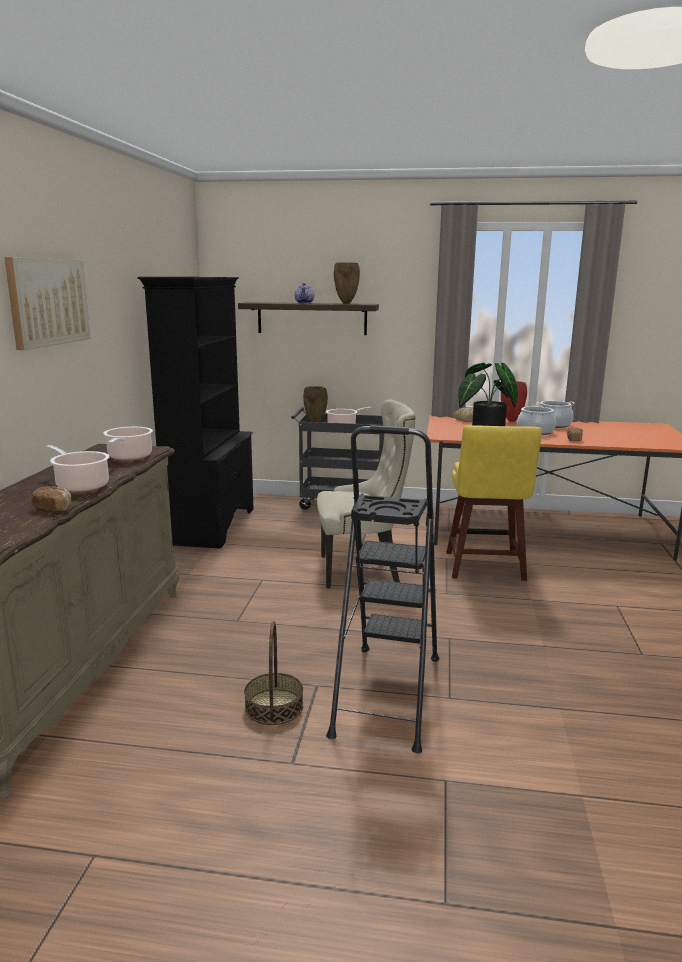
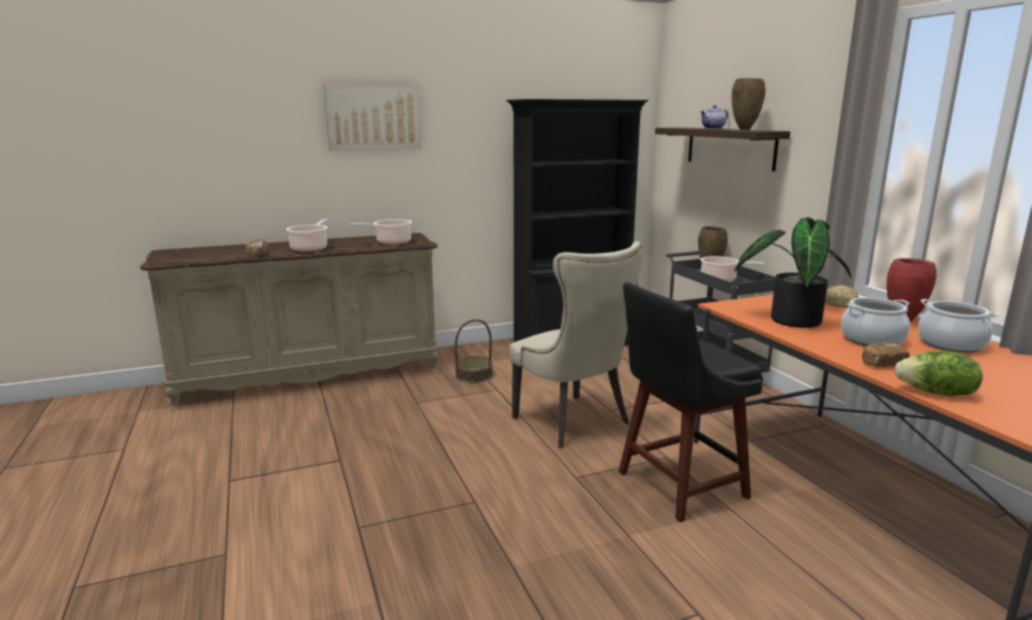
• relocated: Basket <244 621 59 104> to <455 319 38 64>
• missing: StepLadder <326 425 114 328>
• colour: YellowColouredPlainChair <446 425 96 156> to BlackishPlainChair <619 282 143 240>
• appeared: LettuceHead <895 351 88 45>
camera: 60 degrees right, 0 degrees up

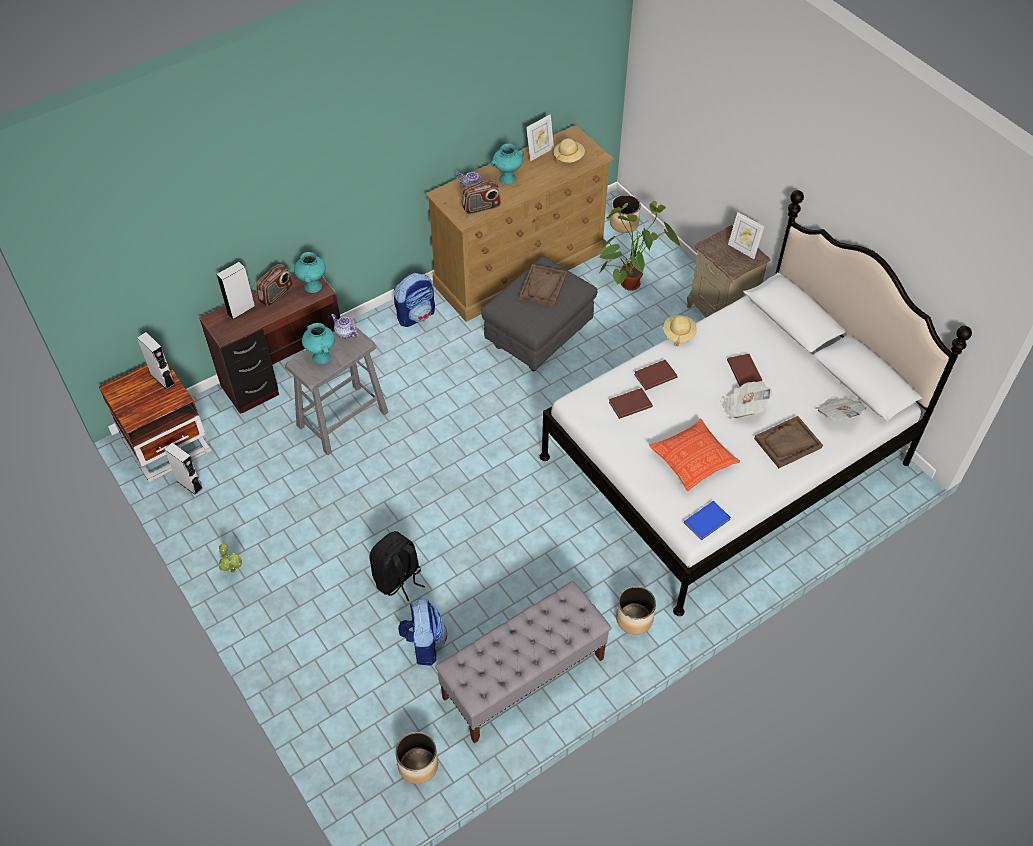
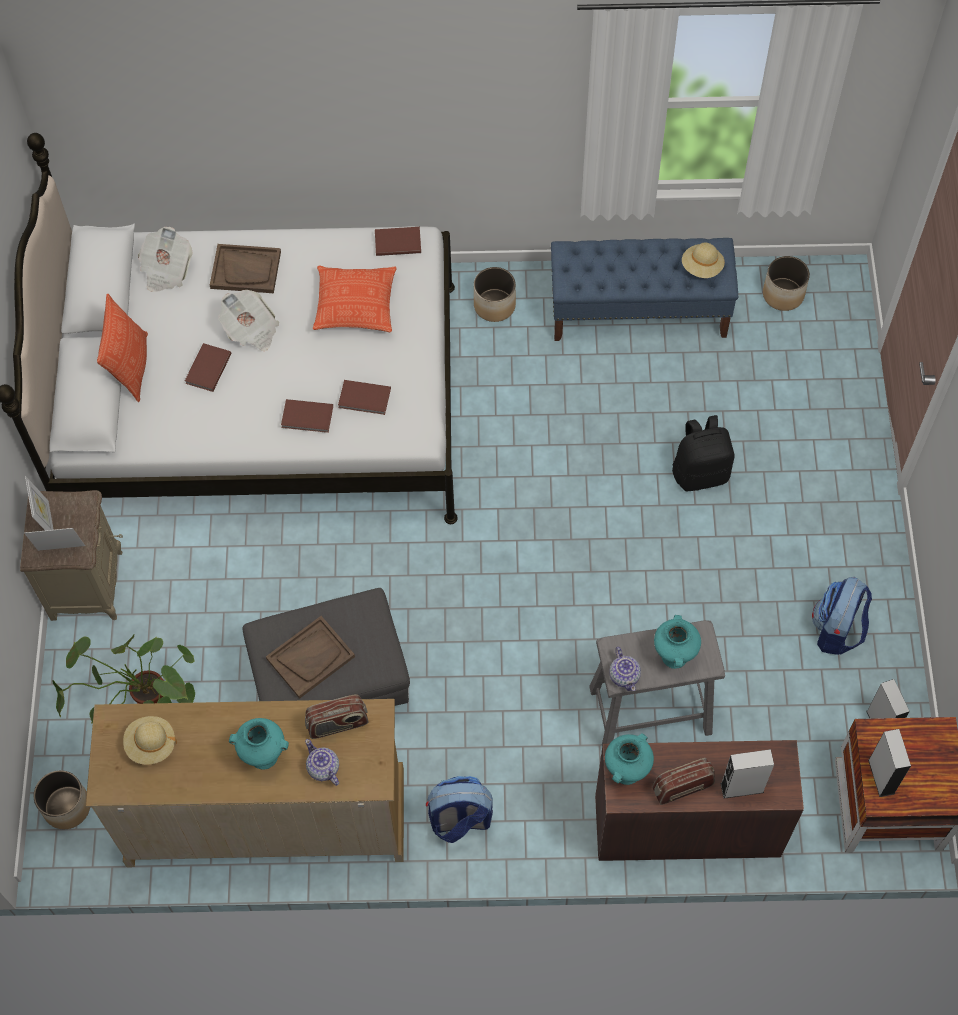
• missing: Houseplant <219 543 23 30>
• relocated: Knapsack <398 598 49 68> to <812 577 60 78>
• colour: GrayBench <435 581 176 162> to BluishBench <551 238 187 103>
• spun: Radio <462 180 39 34> = <305 694 63 45> 150 degrees clockwise
• relocated: StandingFrame <526 114 28 47> to <24 528 61 23>
• relocated: BeigeColouredClothingHat <663 315 34 32> to <682 243 43 35>
• colour: BluishBook <684 501 47 39> to BrownColouredBook <375 227 46 29>
• appeared: OrangeyCushion <97 294 51 108>
camera: 145 degrees left, 10 degrees up

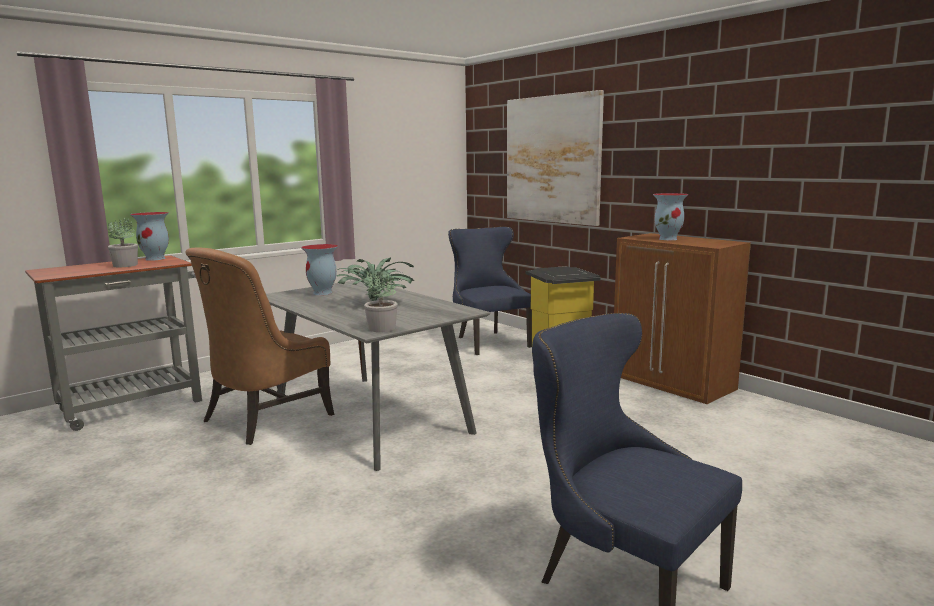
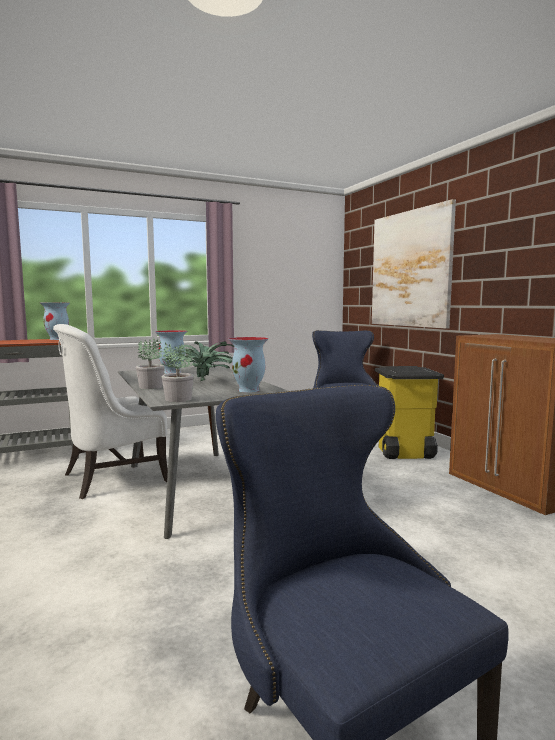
• relocated: Houseplant <108 218 30 49> to <136 338 29 51>
• colour: BrownColouredPlainChair <185 247 149 198> to WhitePlainChair <53 324 115 175>
• relocated: FlowerVase <653 193 36 47> to <229 337 40 56>
camera: 15 degrees right, 5 degrees down

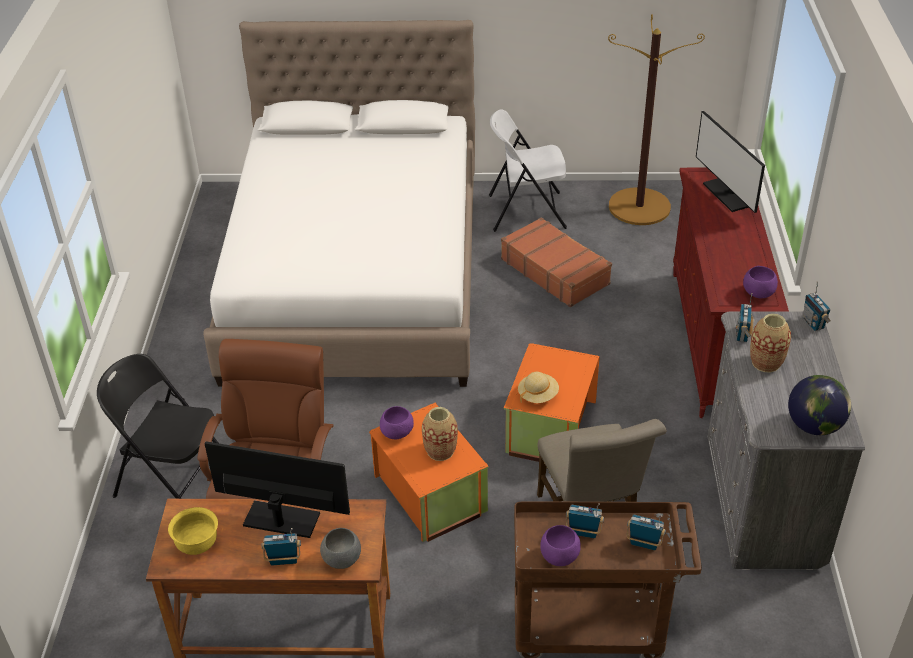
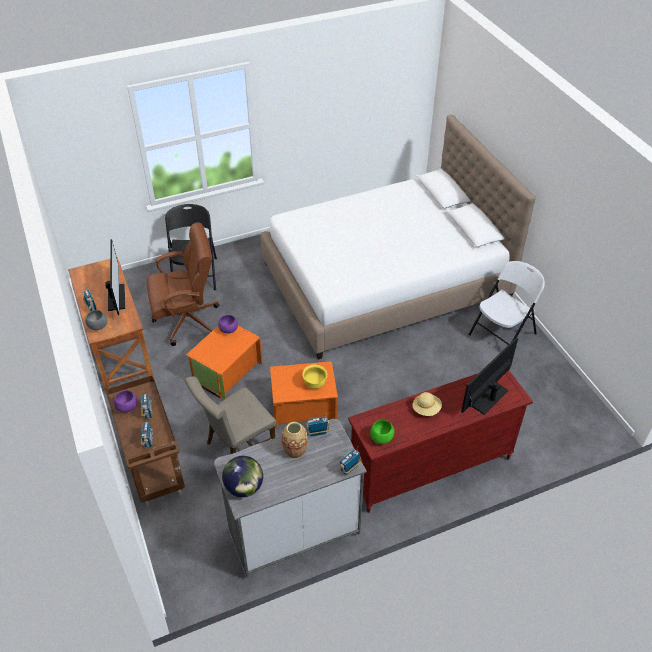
• relocated: YellowColouredServingBowl <168 507 50 48> to <302 365 26 24>
• missing: FlowerVase <422 407 36 54>
• spun: WhitePlainChair <489 109 78 123> = <468 261 77 84> 75 degrees clockwise
• missing: BrownColouredSuitcase <501 217 111 90>
• relocated: BeigeColouredClothingHat <518 372 41 31> to <412 392 30 24>
• missing: BrownColouredClothesRack <608 14 97 211>
• colour: PurpleServingBowl <743 266 35 32> to GreenishServingBowl <370 420 25 24>
camera: 65 degrees right, 5 degrees up

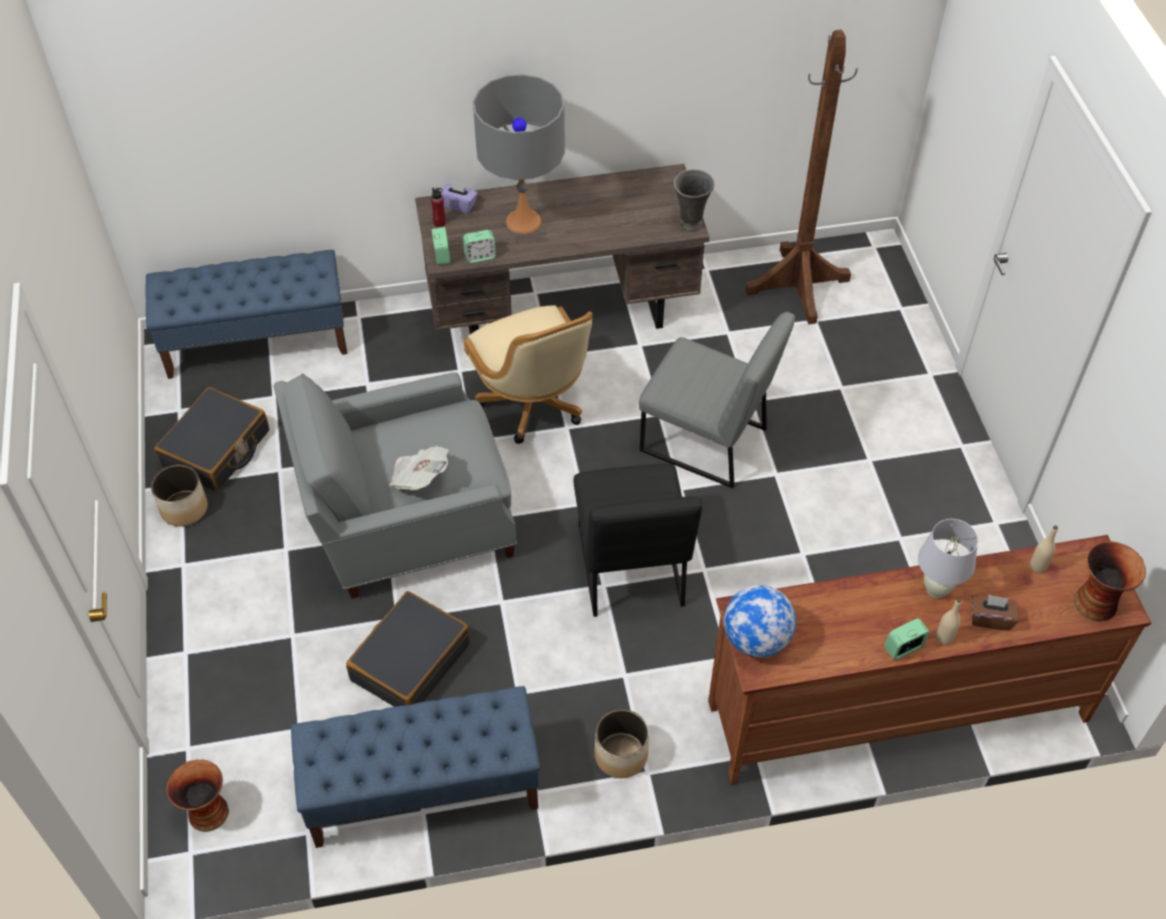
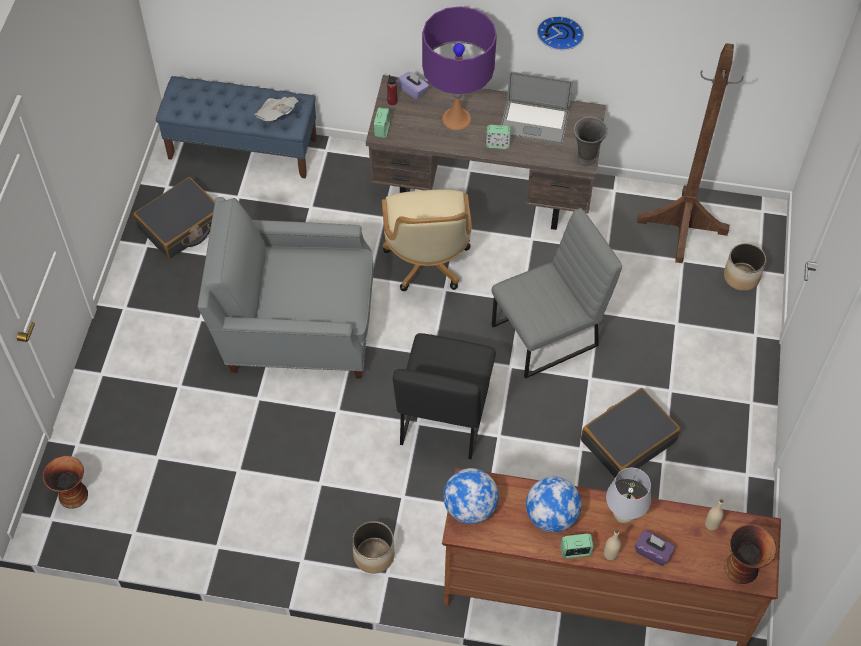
• relocated: PlantPot <151 465 57 62> to <724 243 42 48>
• missing: BluishBench <291 686 249 162>
• relocated: BlackishSuitcase <346 591 124 116> to <581 388 100 93>
• relocated: Newspaper <389 446 60 44> to <254 97 45 24>
• relocated: BedsideClock <463 230 33 33> to <486 125 25 24>
• colour: GrayTabletopLamp <473 74 92 160> to PurpleTabletopLamp <422 6 75 124>
• spun: GrayPlainChair <639 312 156 176> = <492 208 130 171> 75 degrees counterclockwise
• colour: BrownColouredBoxOfTissues <972 595 47 36> to PurpleBoxOfTissues <635 530 40 36>
• appeared: Laptop <501 71 72 73>
• appeared: Globe <526 476 55 56>
• appeared: HangingClock <537 16 47 34>
camera: 20 degrees right, 5 degrees up

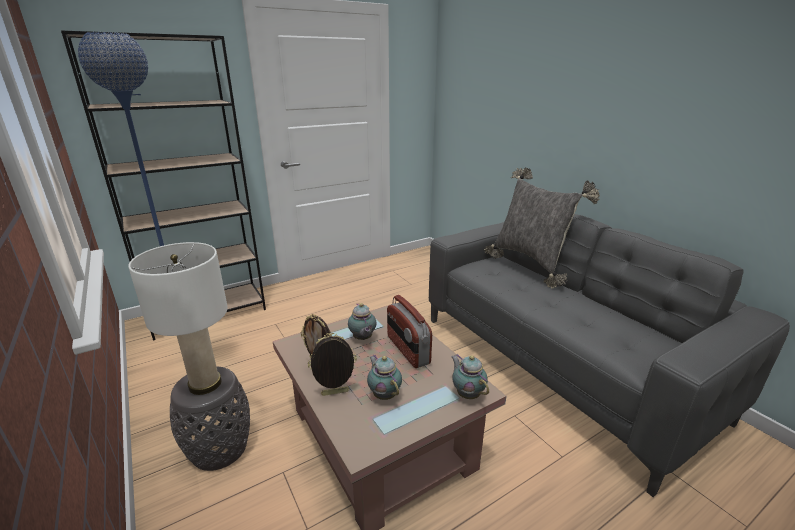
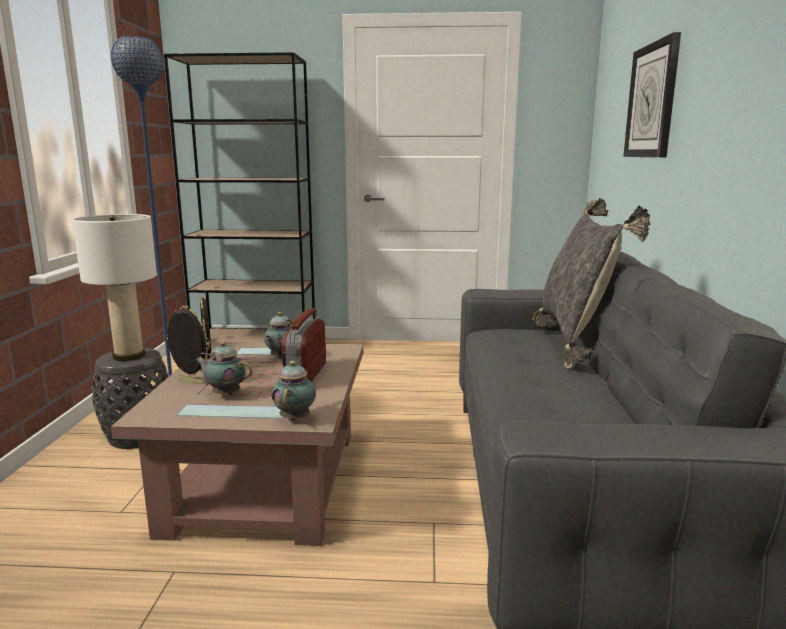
• spun: PotForTea <367 355 35 45> = <195 342 57 54> 75 degrees counterclockwise
• appeared: HangingClock <623 32 58 126>
camera: 35 degrees right, 10 degrees down

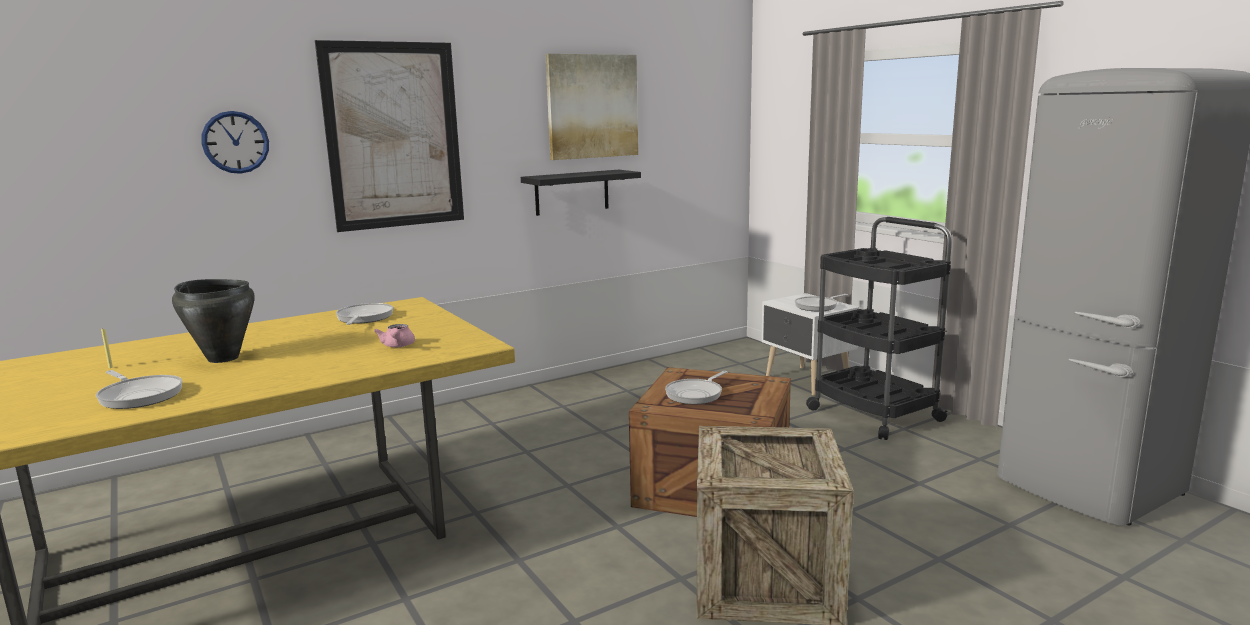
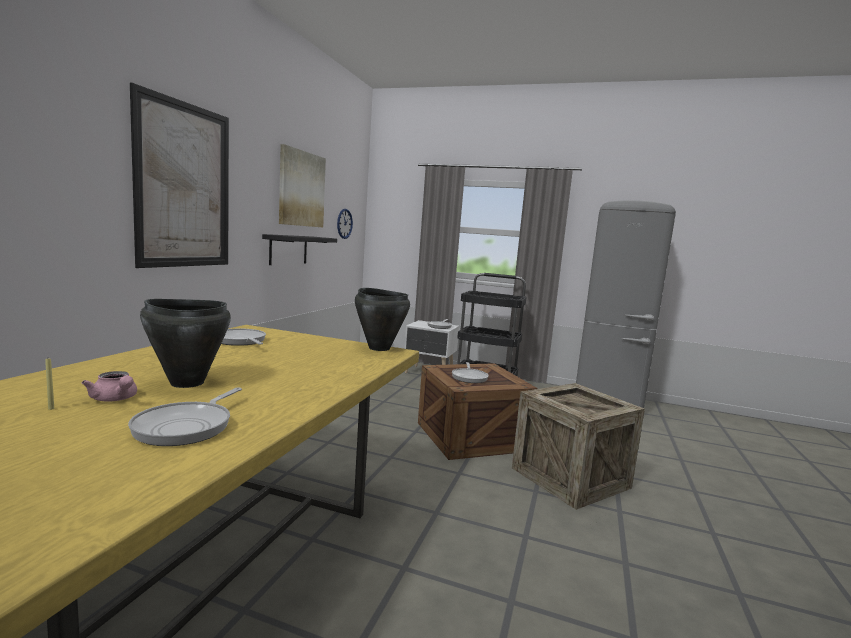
• spun: Pan <96 370 87 39> = <128 387 114 59> 105 degrees clockwise
• relocated: HangingClock <201 111 68 63> to <337 209 16 30>
• relocated: PinkPotForTea <374 324 41 23> to <82 371 55 30>
• appeared: BlackishCookingPot <355 288 55 63>
camera: 40 degrees left, 5 degrees down

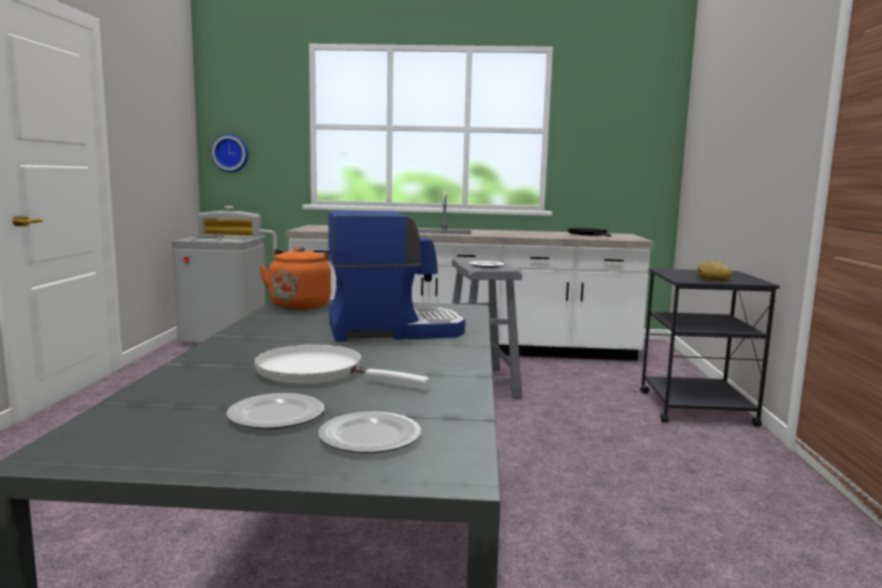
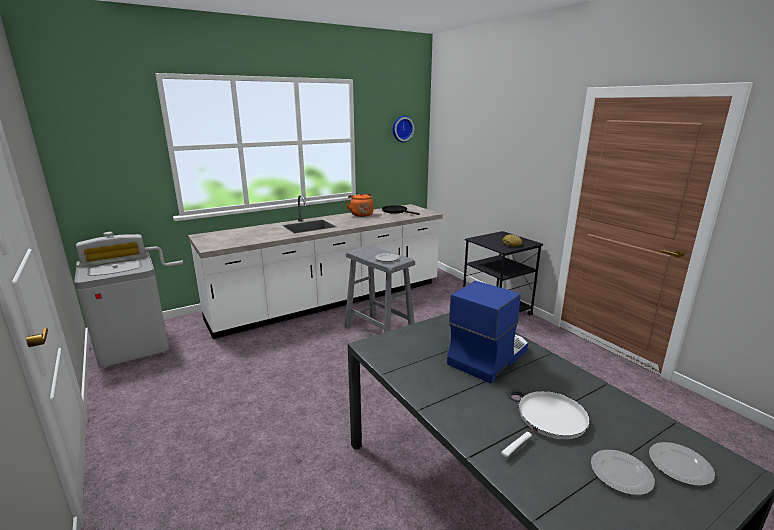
• relocated: HangingClock <211 134 37 38> to <393 116 21 27>
• spun: WhitePan <253 344 177 41> = <501 391 89 66> 150 degrees clockwise
• relocated: OrangeyKettle <259 247 72 63> to <346 193 27 24>
camera: 35 degrees left, 10 degrees up

